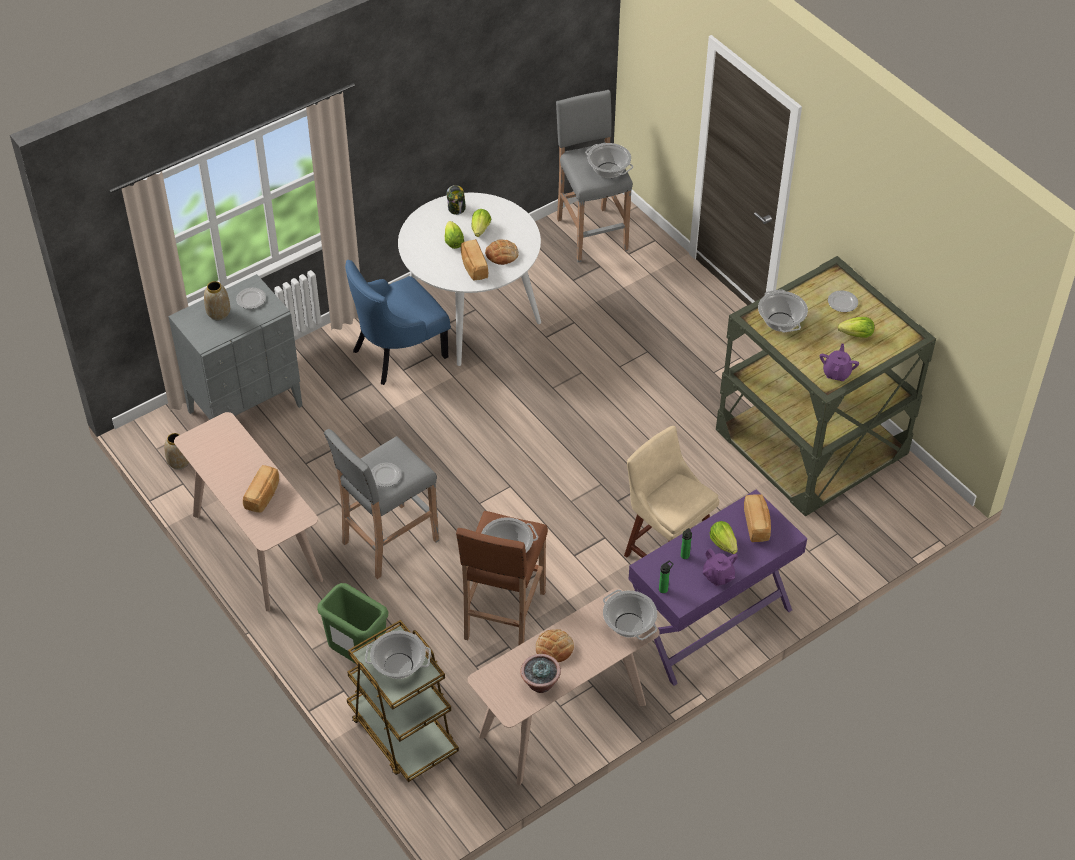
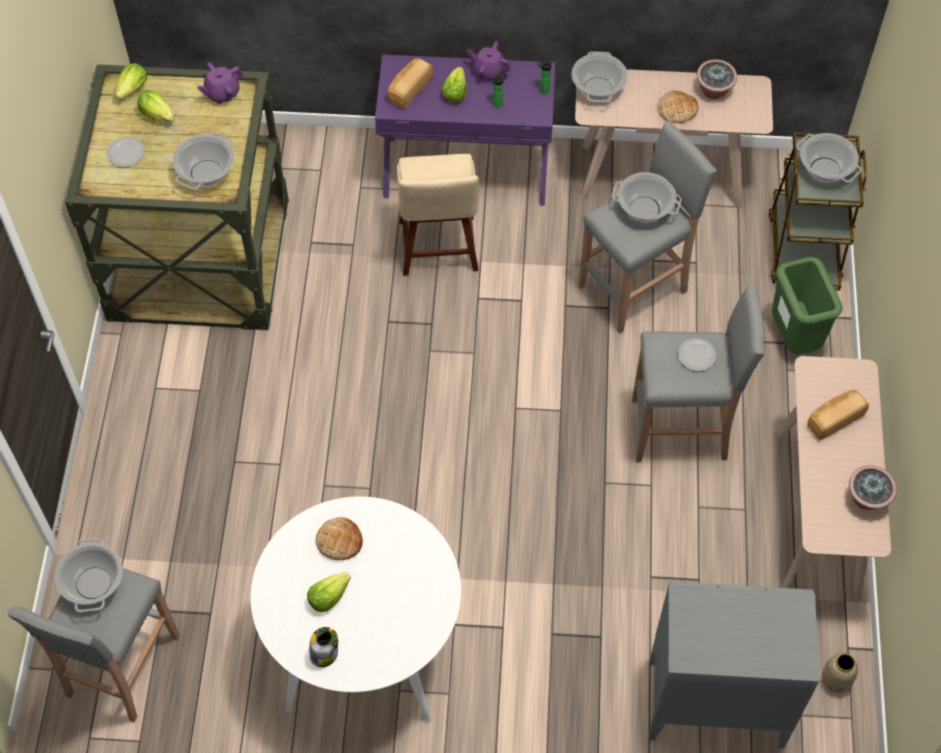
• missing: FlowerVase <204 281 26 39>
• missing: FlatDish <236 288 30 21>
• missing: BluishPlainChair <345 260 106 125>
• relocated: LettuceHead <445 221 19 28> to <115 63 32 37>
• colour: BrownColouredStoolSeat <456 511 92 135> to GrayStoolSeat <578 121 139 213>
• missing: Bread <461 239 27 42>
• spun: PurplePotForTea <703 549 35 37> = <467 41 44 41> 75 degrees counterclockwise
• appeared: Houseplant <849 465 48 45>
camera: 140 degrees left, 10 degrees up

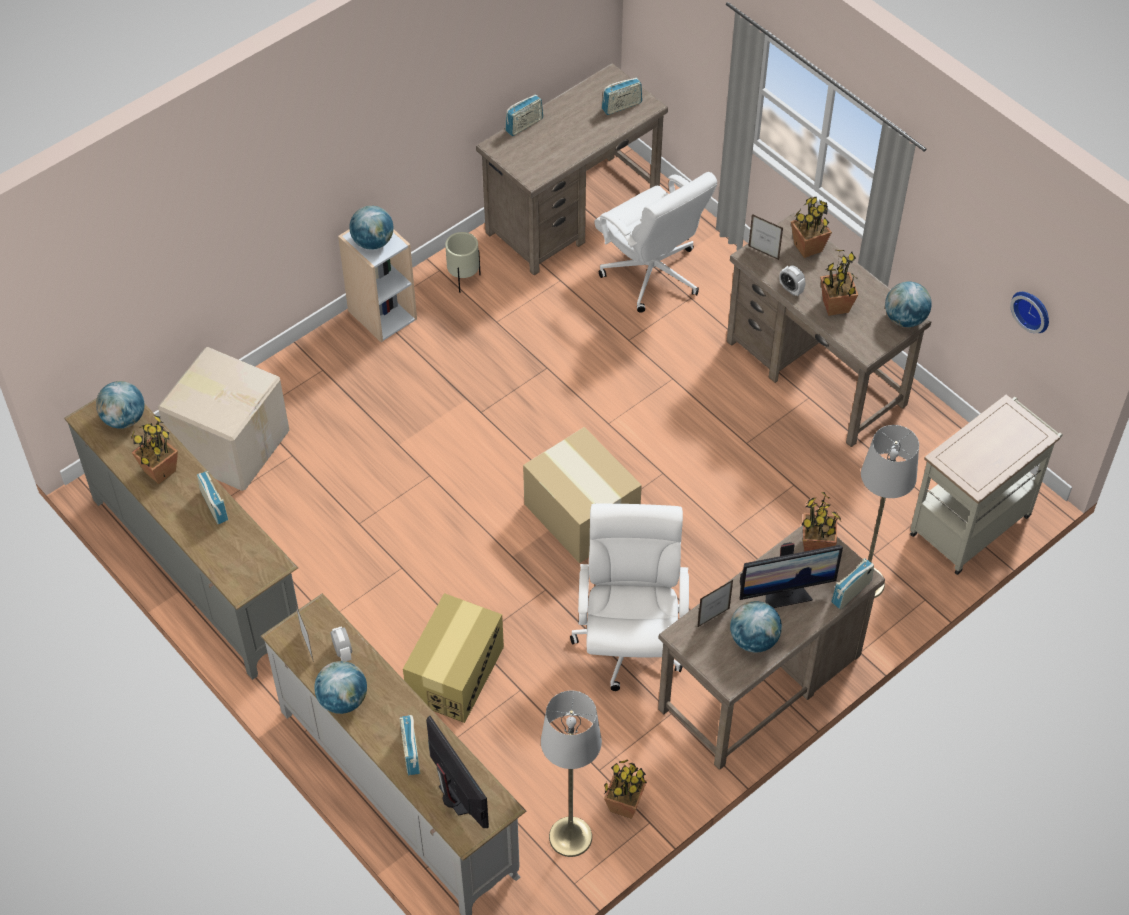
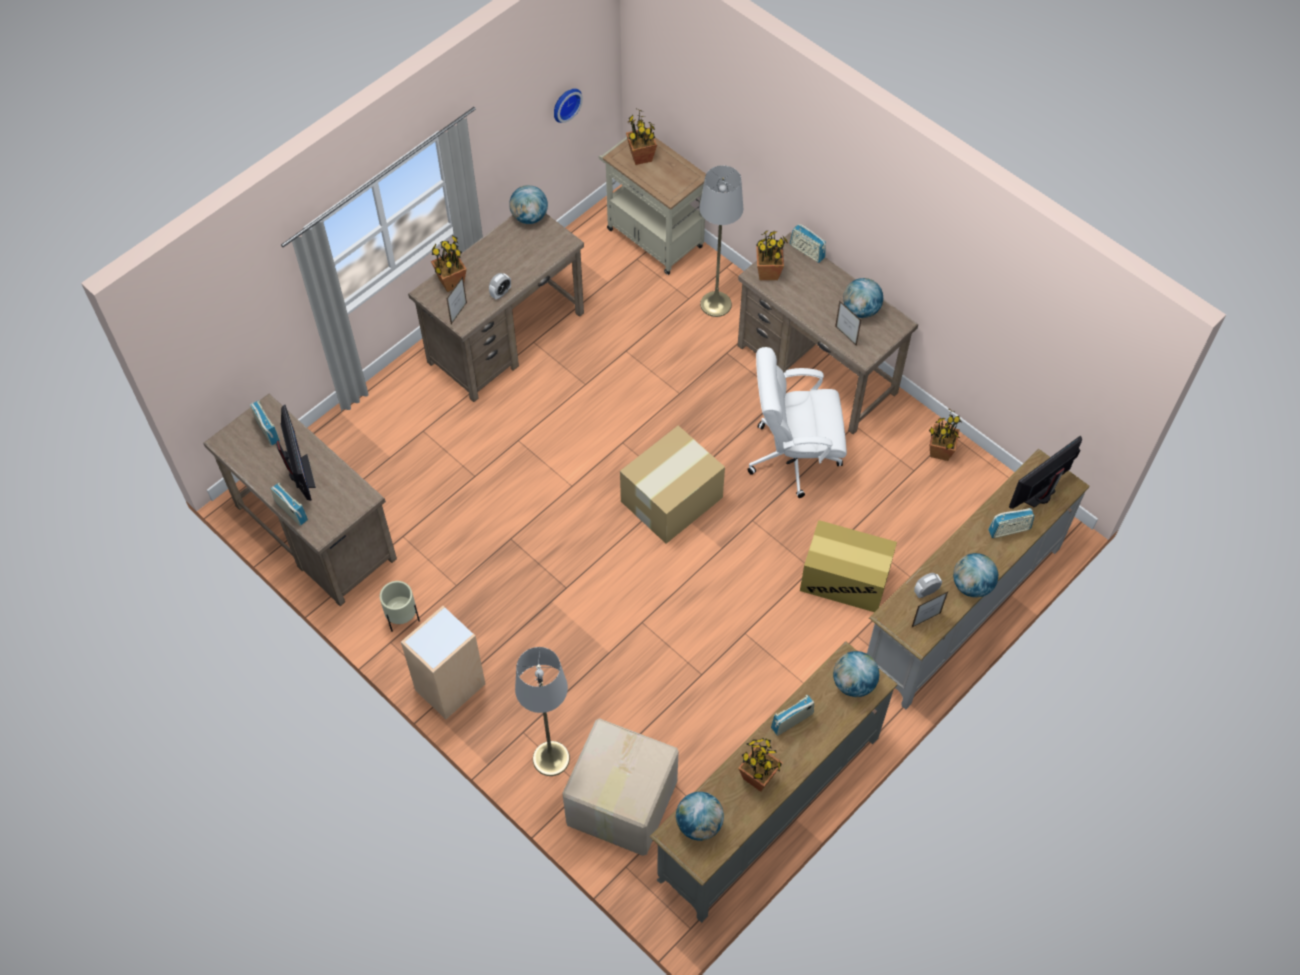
• relocated: Globe <349 205 44 45> to <833 651 46 46>
• relocated: GrayStandardLamp <541 691 61 166> to <515 647 55 129>
• missing: WhiteComputerChair <594 172 123 141>
• relocated: Monitor <740 542 103 66> to <276 405 40 96>
• relocated: Houseplant <820 250 38 66> to <626 109 31 56>
camera: 95 degrees left, 5 degrees up

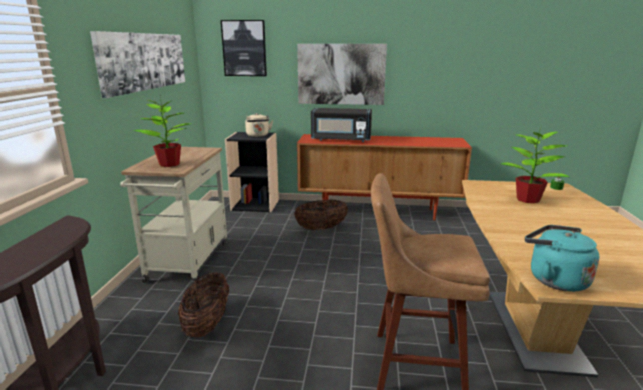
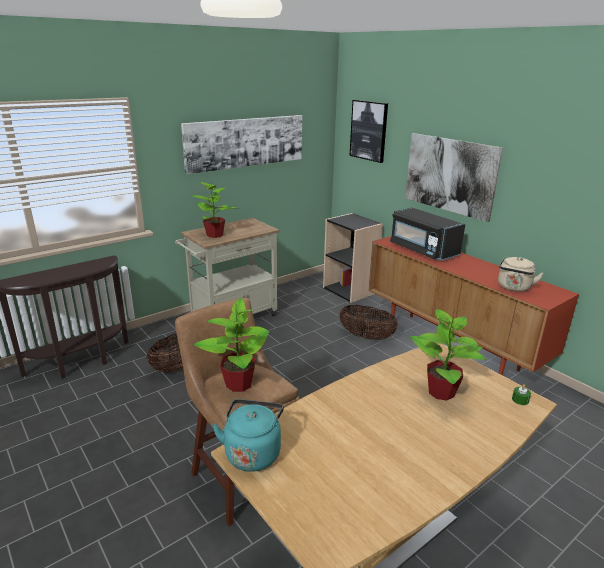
• relocated: BeigeColouredKettle <245 113 28 24> to <498 257 46 35>
• appeared: Houseplant <194 298 76 94>
camera: 45 degrees right, 5 degrees up

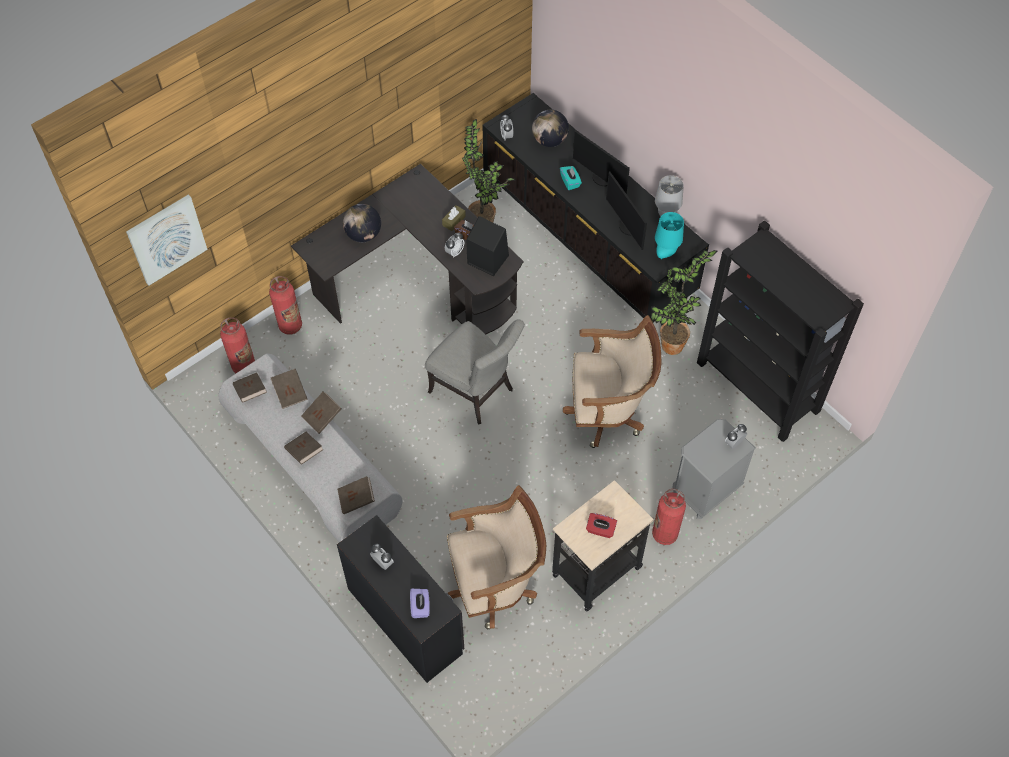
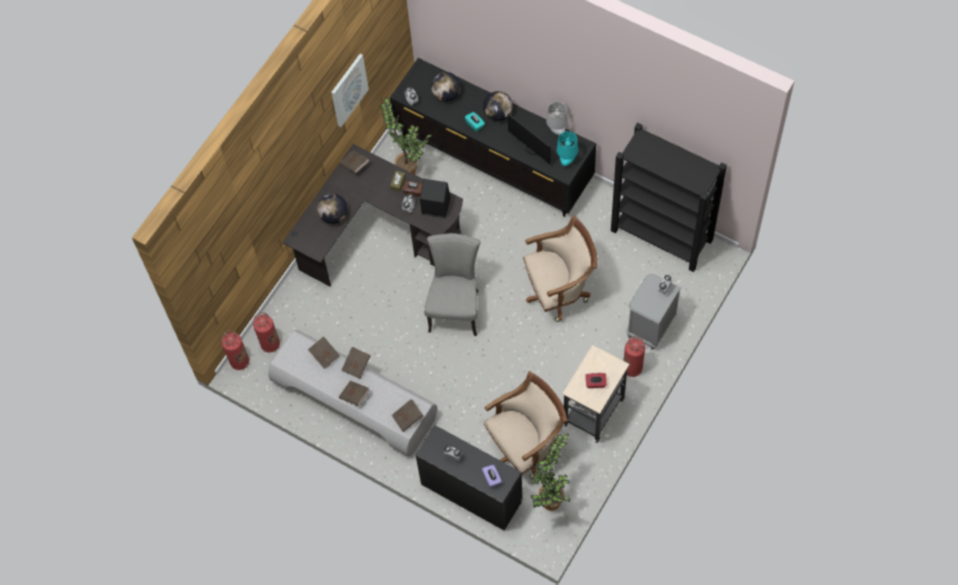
• relocated: WallPicture <126 194 82 92> to <331 54 38 73>
• relocated: BrownColouredBook <233 372 34 30> to <340 150 29 23>
• relocated: FireExtinguisher <269 276 33 59> to <222 330 27 40>
• spun: GrayPlainChair <425 320 100 105> = <424 233 57 103> 105 degrees counterclockwise
• exchanged: Monitor <573 130 57 64> to Globe <483 91 30 30>
• relocated: Houseplant <651 250 66 105> to <531 434 39 77>
camera: 15 degrees left, 5 degrees up

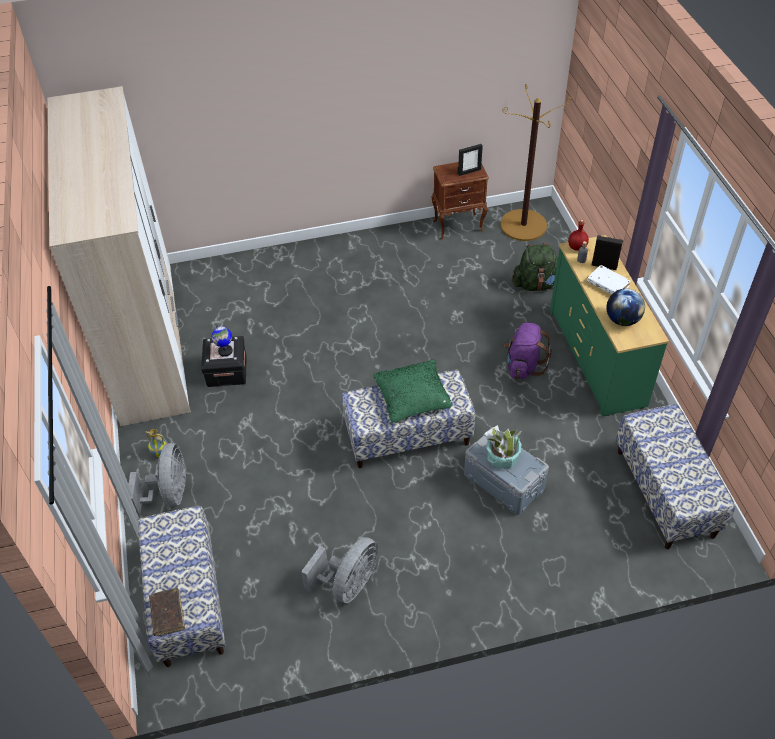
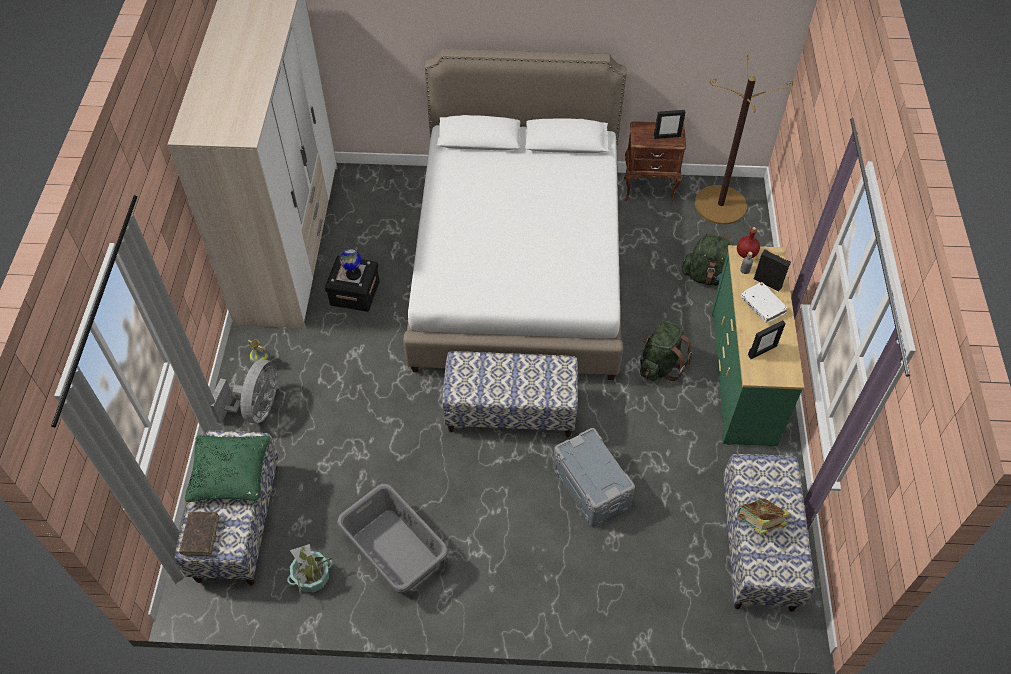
• exchanged: GrayCoolingFan <301 537 77 66> to GrayLaundryBasket <337 484 112 110>
• relocated: GreenishCushion <373 360 80 63> to <185 435 86 67>
• relocated: Houseplant <485 425 37 44> to <287 544 47 49>
• colour: PurpleKnapsack <504 323 48 56> to GreenishKnapsack <640 321 52 60>
• exchanged: Globe <606 288 39 38> to StandingFrame <748 320 38 39>
• appeared: WhiteBed <403 48 224 332>
• appeared: Book <737 498 54 37>
camera: 15 degrees right, 5 degrees up

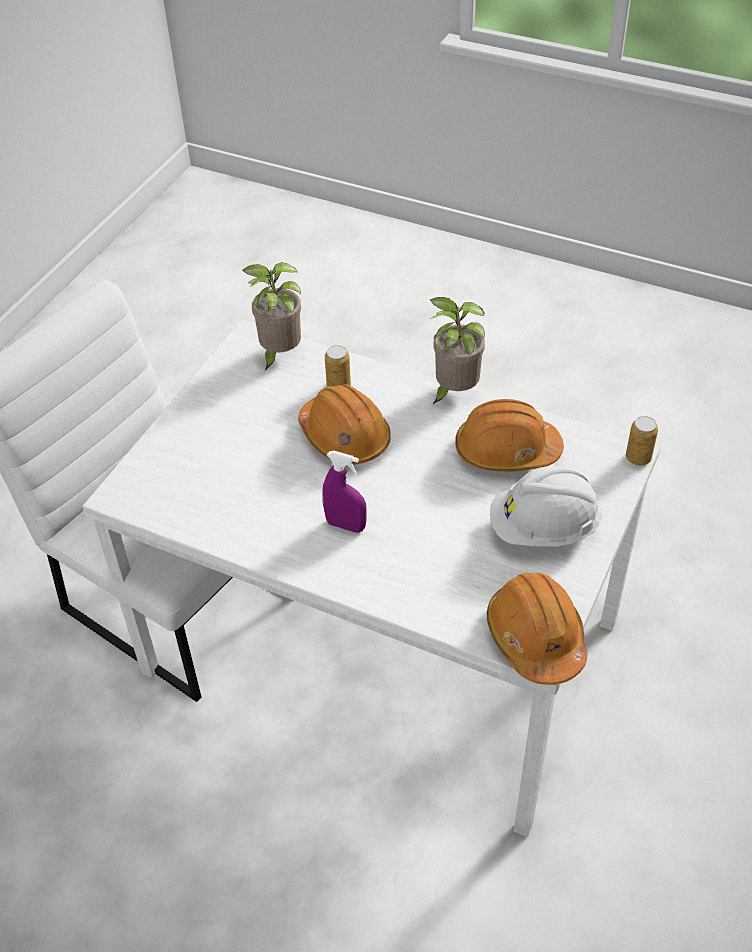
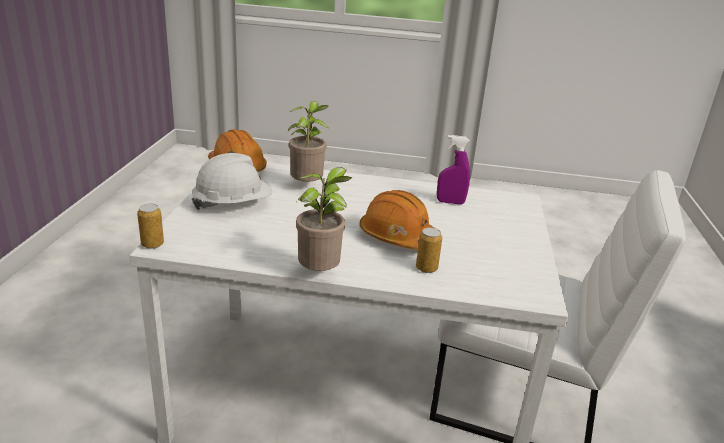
• relocated: Houseplant <243 262 58 109> to <288 101 41 81>
• relocated: PurpleSprayBottle <322 451 45 82> to <437 135 33 70>
• missing: OrangeyHardHat <455 399 109 73>
camera: 160 degrees right, 20 degrees down

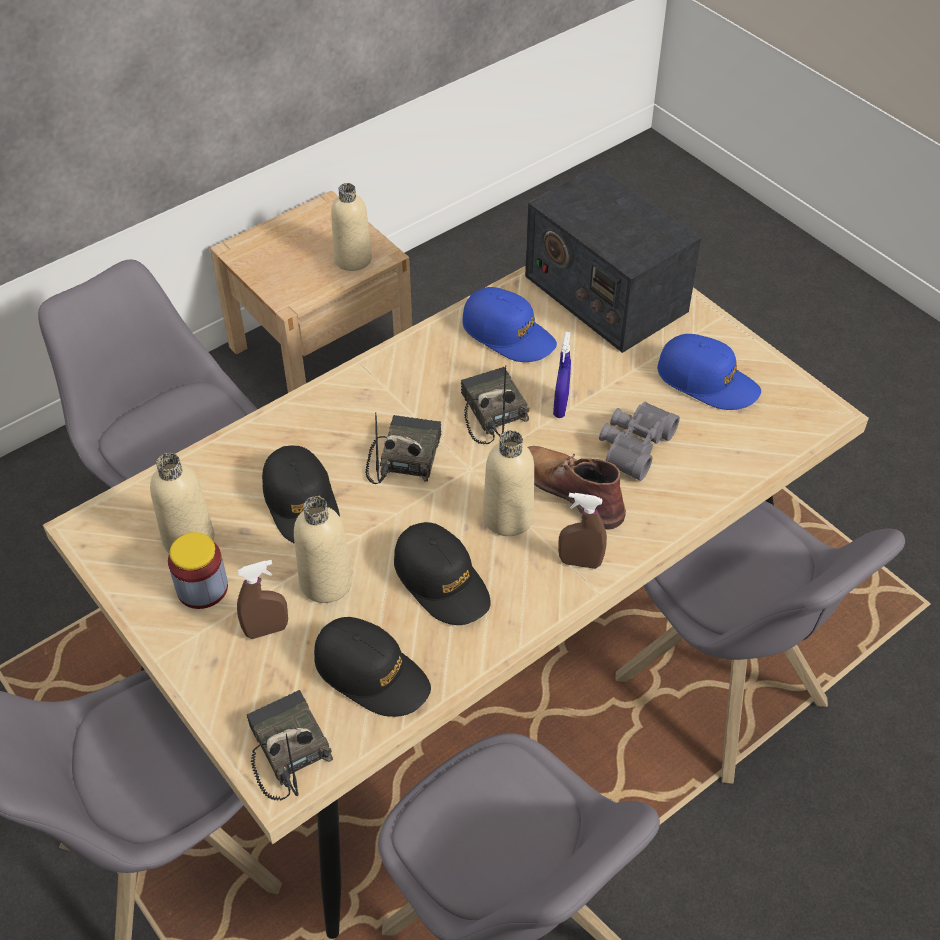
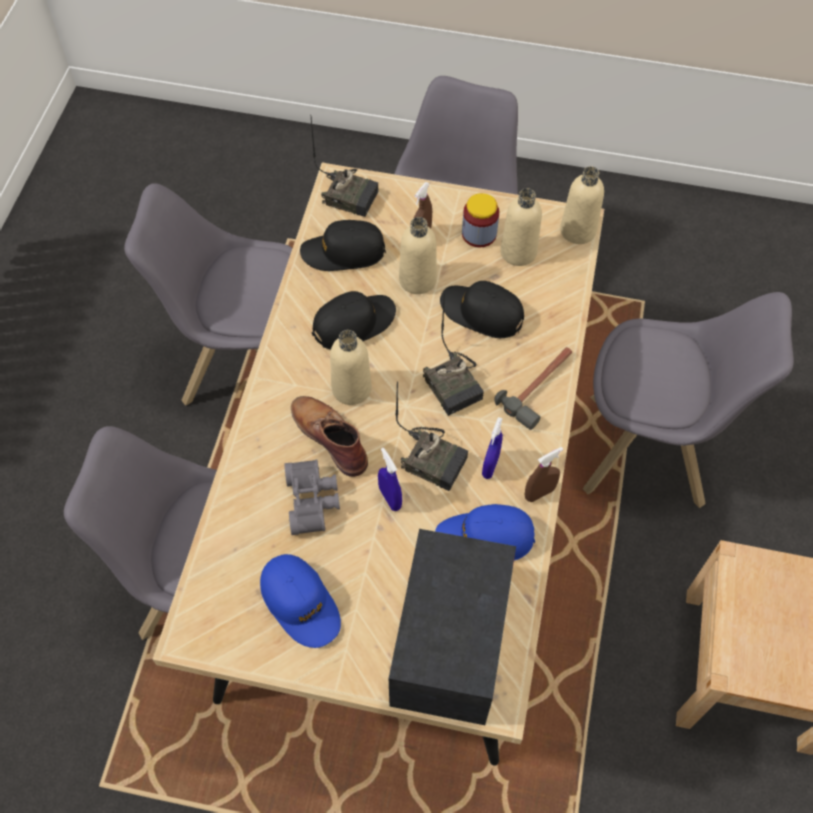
• relocated: BeigeColouredDrinkBottle <331 183 41 88> to <560 166 44 78>
• spun: BlackishBaseballCap <394 522 97 103> = <312 291 84 58> 135 degrees clockwise
• spun: Radio <525 166 177 187> = <389 529 127 196> 90 degrees counterclockwise
• spun: BrownColouredTallBoot <528 446 98 84> = <291 396 77 81> 135 degrees counterclockwise
• relocated: BrownColouredSprayBottle <558 493 49 76> to <525 447 38 55>
• spun: BluishBaseballCap <657 334 104 76> = <260 554 81 94> 120 degrees counterclockwise
• appeared: BluishSprayBottle <482 417 21 62>
• appeared: ToolHammer <494 347 78 83>
camera: 140 degrees right, 10 degrees up

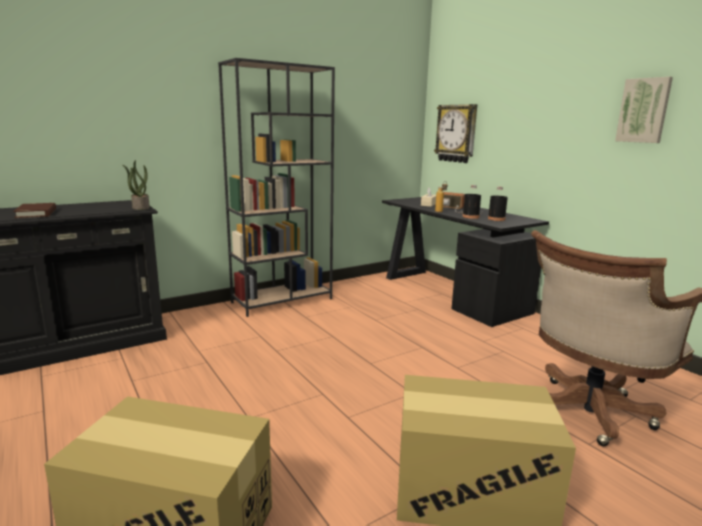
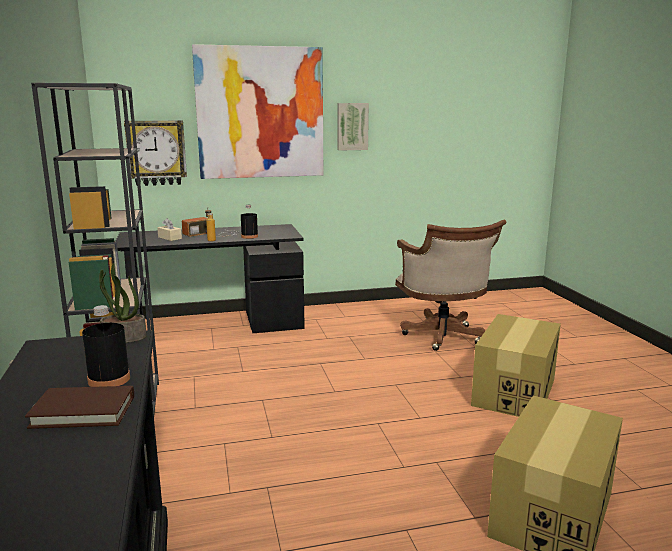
• relocated: BlackishDrinkBottle <488 187 20 34> to <82 305 48 82>
• appeared: WallPicture <192 44 131 135>
camera: 70 degrees left, 0 degrees up

